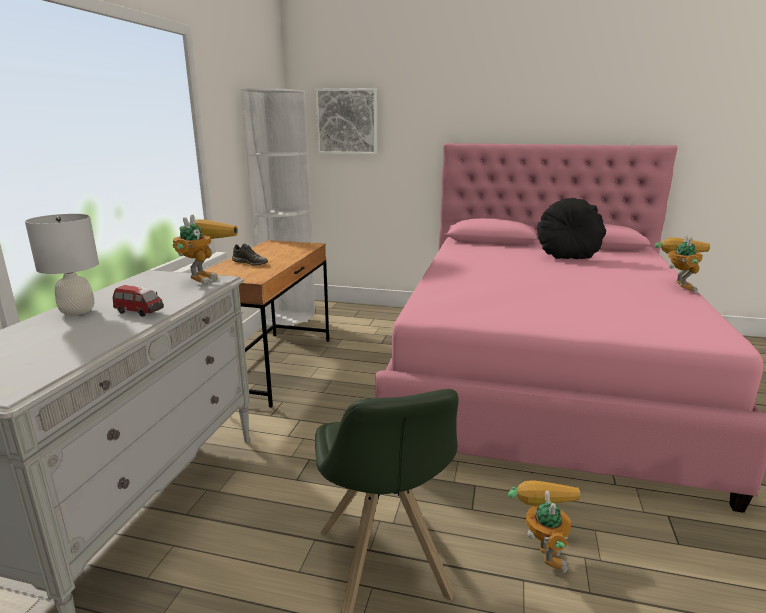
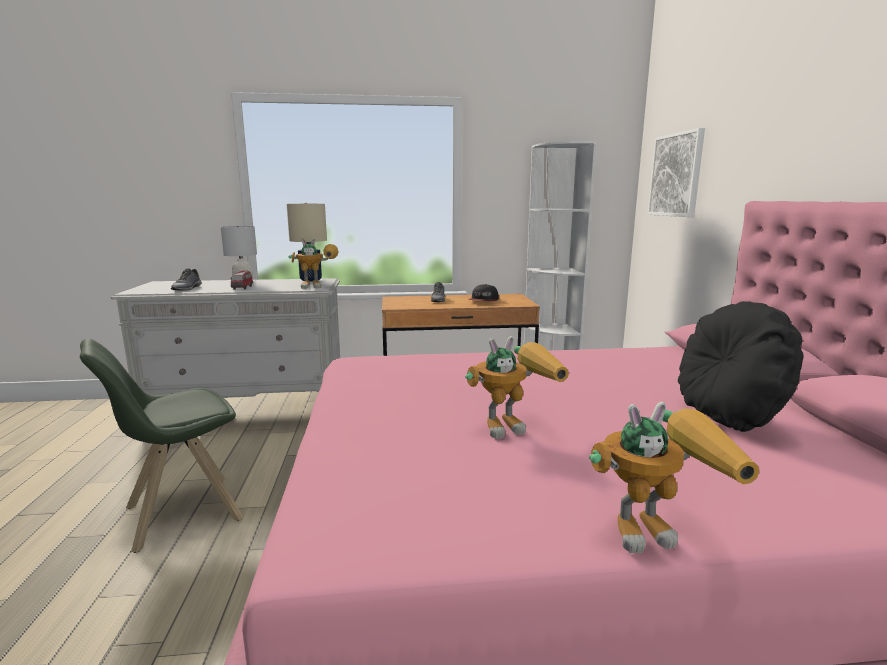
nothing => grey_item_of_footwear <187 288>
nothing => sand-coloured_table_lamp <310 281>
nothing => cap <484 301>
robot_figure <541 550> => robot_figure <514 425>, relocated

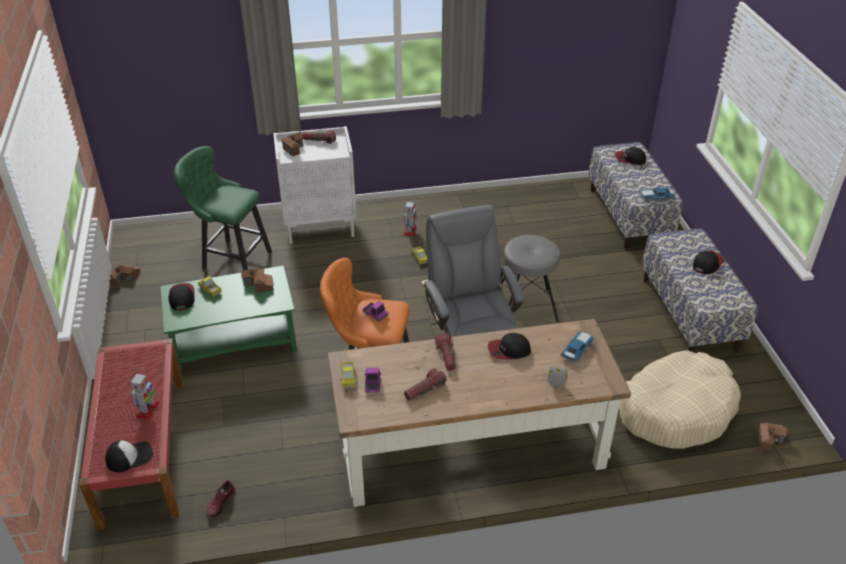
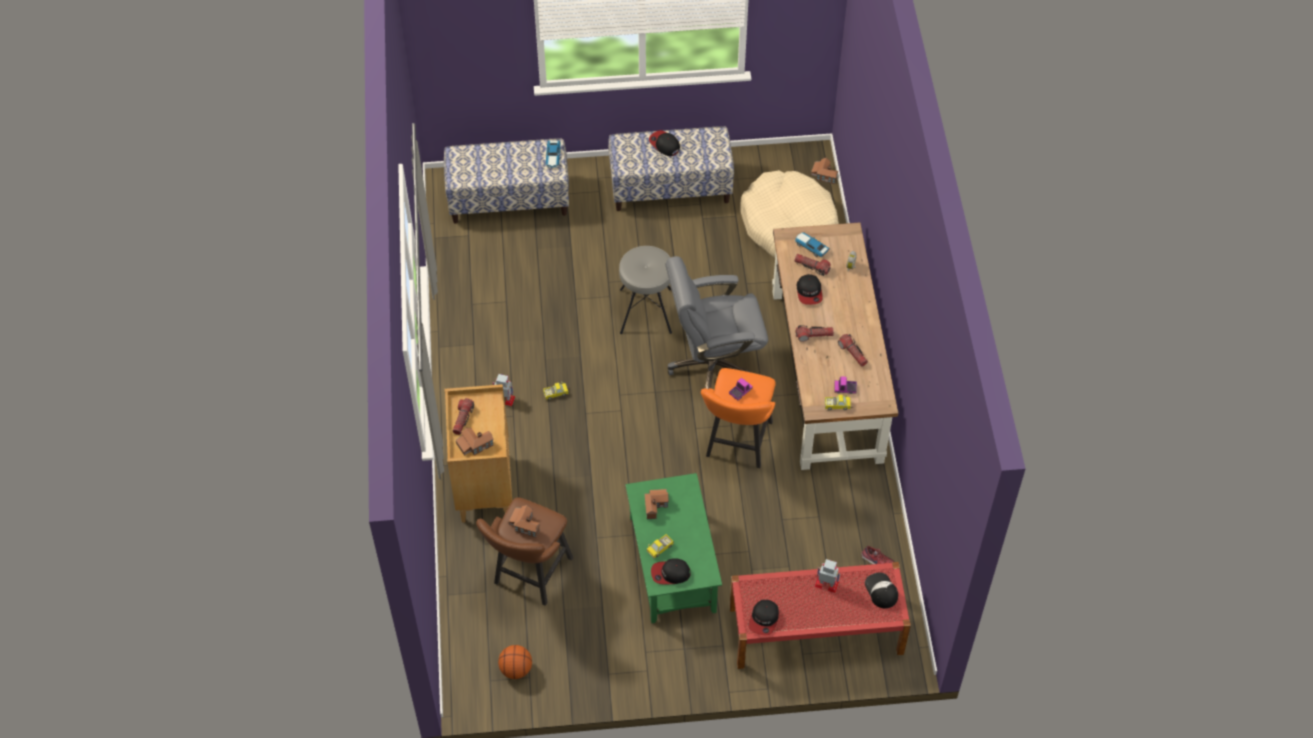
nothing => basketball_ball <516 669>
nothing => hand_torch <812 267>
miniature_house <125 278> => miniature_house <525 524>, relocated
cap <630 159> => cap <764 619>, relocated
green-coloured_sitting_stool <230 258> => brown_sitting_stool <529 578>
white-coloured_cupboard <320 228> => brown_cupboard <484 487>

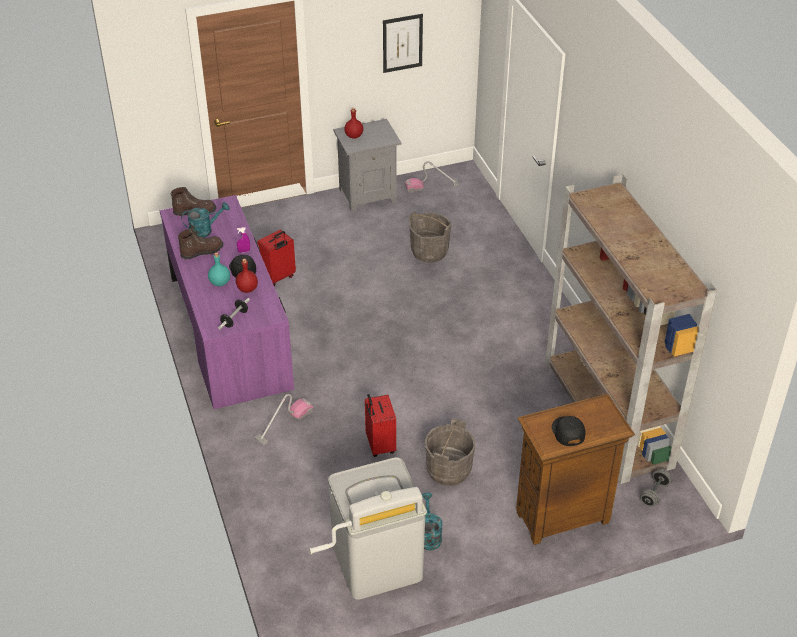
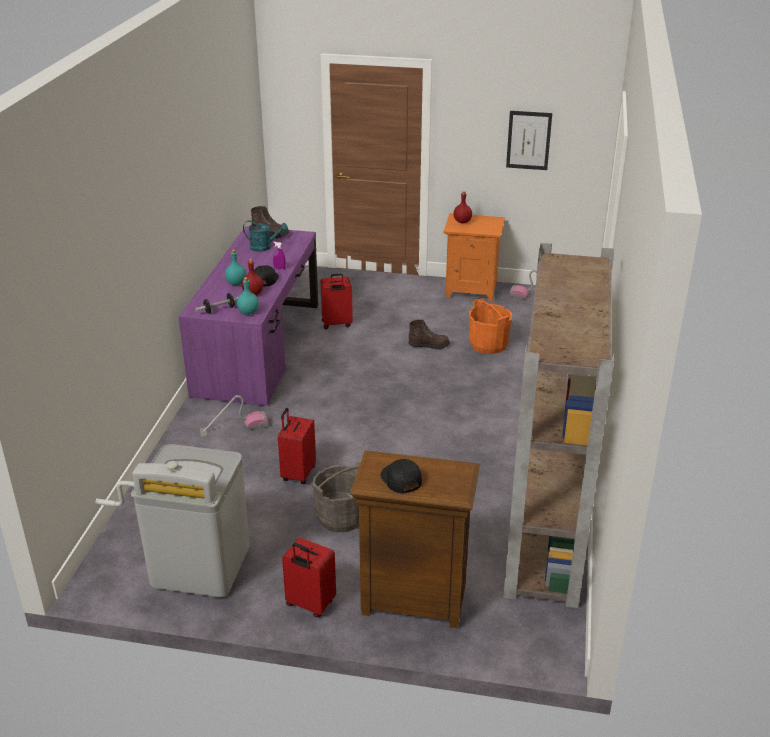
turquoise-coloured_watering_pot <428 535> => nothing
grey_dumbbell <654 494> => nothing
nothing => turquoise-coloured_beverage_bottle <248 312>
nothing => reddish_suitcase <309 604>
brown_high-top_boot <201 252> => brown_high-top_boot <429 345>, relocated
grey_bedside_table <369 196> => orange-coloured_bedside_table <471 290>
grey_pail <429 251> => orange-coloured_pail <488 344>
black_cap <567 432> => black_cap <400 479>, 45 degrees counterclockwise

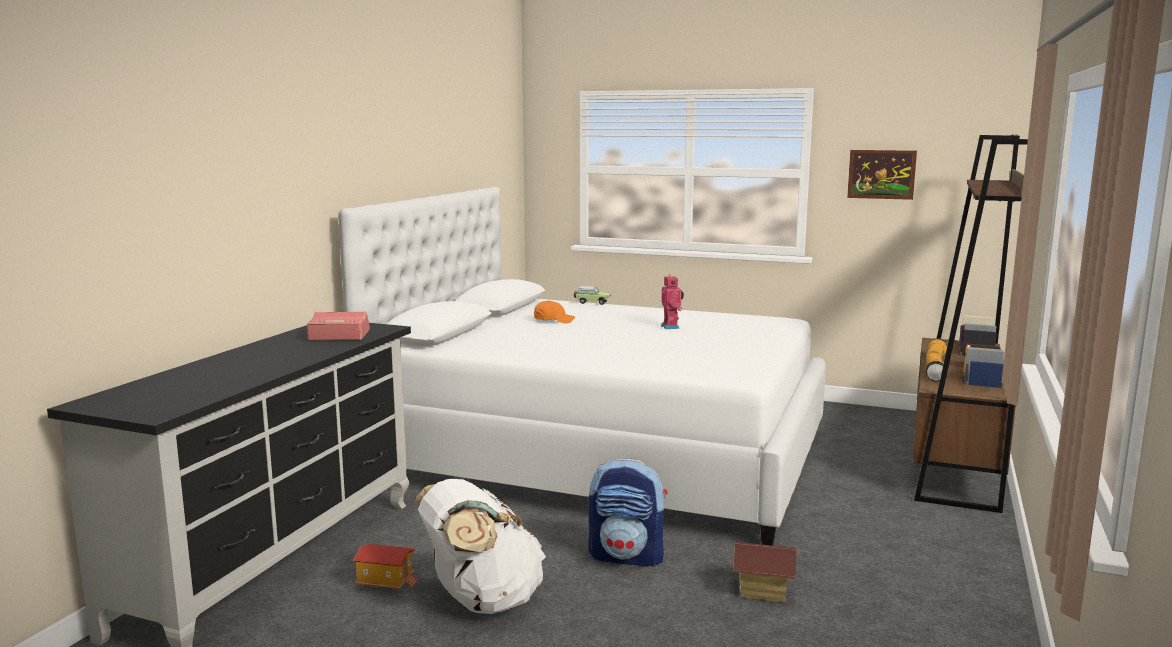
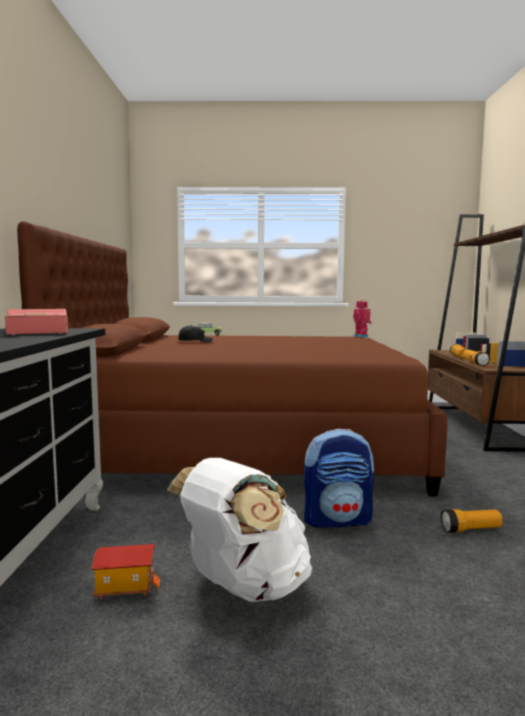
picture <881 174> => nothing
robot_figure <671 327> => robot_figure <361 336>, relocated
miniature_house <763 591> => hand_torch <471 530>
white-coloured_bedroom_bed <602 453> => brown_bedroom_bed <243 446>
orange-coloured_cap <553 320> => black_cap <195 342>

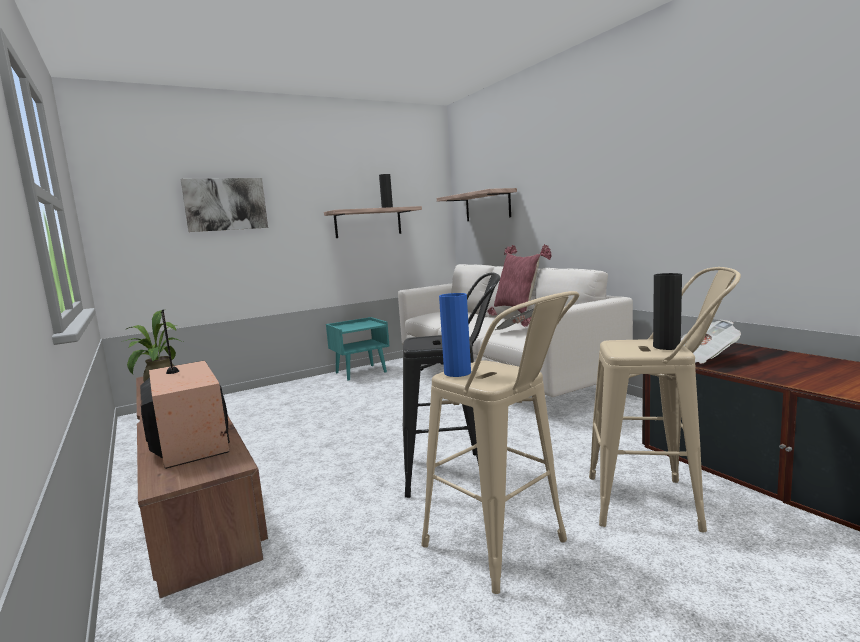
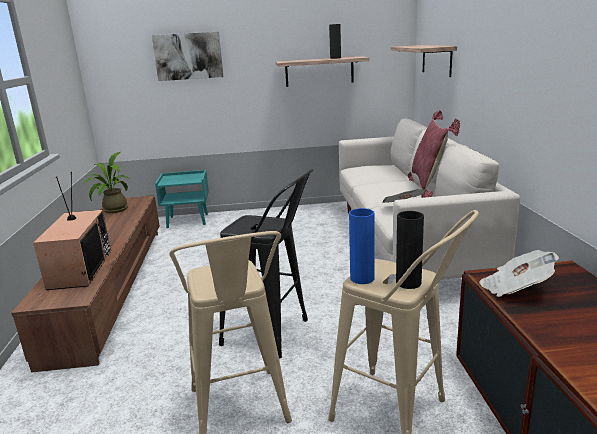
turquoise-coloured_bedside_table <361 372> => turquoise-coloured_bedside_table <188 220>, relocated
blue-coloured_decorative_vase <457 373> => blue-coloured_decorative_vase <362 278>, relocated

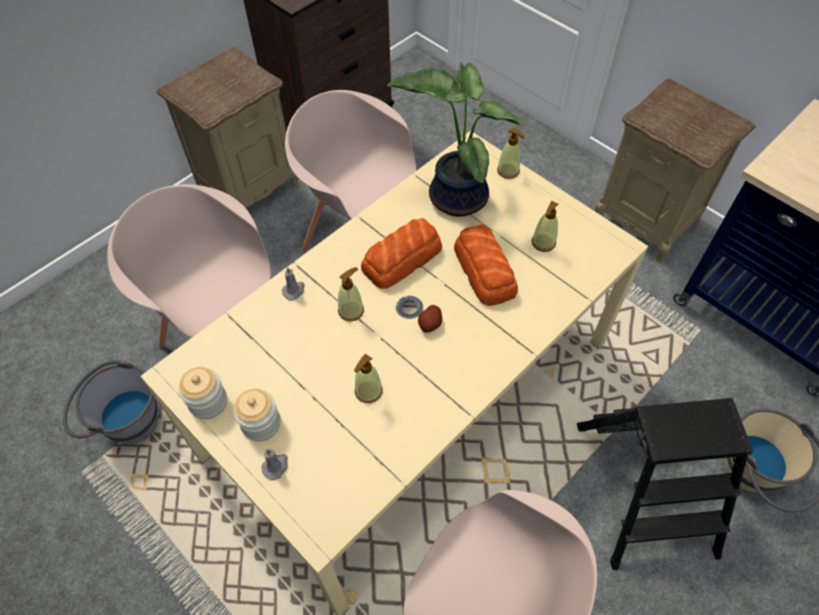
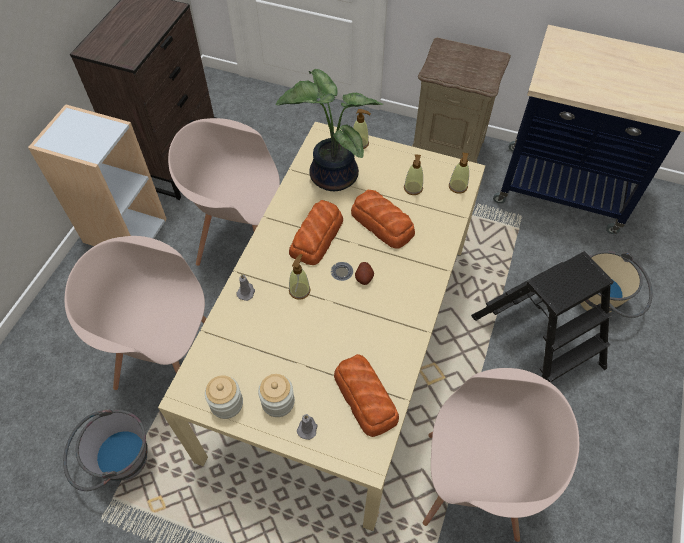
nothing => bread <365 398>
liquid_soap_bottle <368 391> => liquid_soap_bottle <458 186>, relocated
sand-coloured_bedside_table <250 189> => bookcase <124 230>

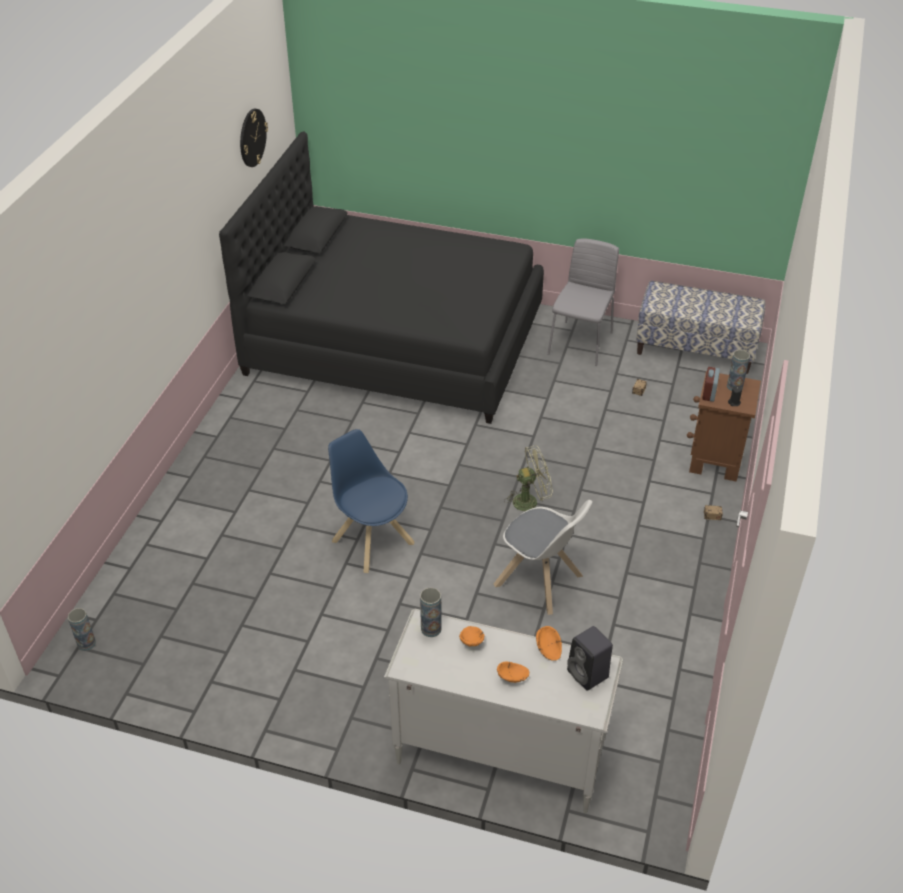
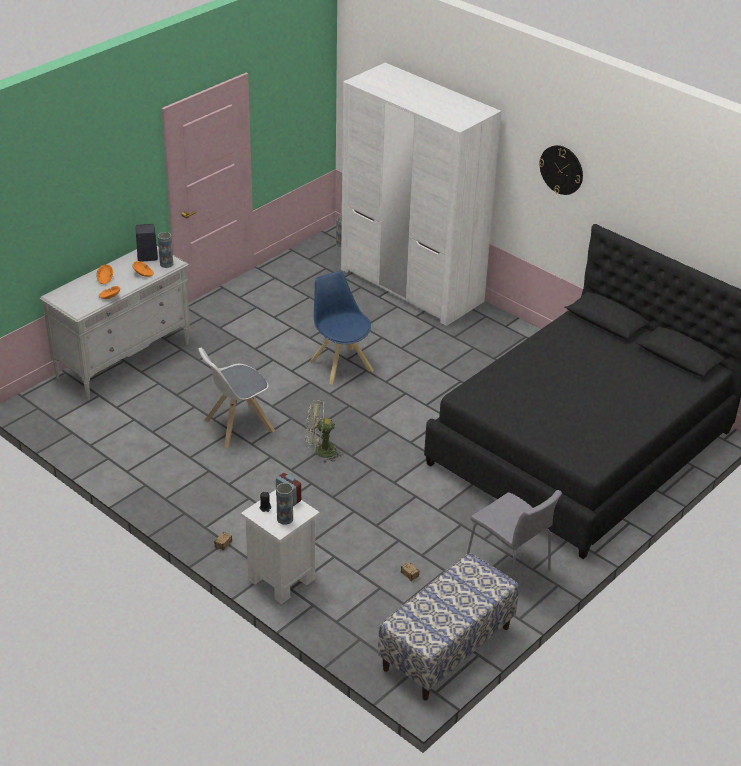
nothing => white-coloured_wardrobe <411 286>
wall_clock <252 137> => wall_clock <561 169>, relocated
black_audio_speaker <589 675> => black_audio_speaker <146 256>, relocated
brown_bedside_table <714 461> => white-coloured_bedside_table <282 578>
blue-coloured_upright_chair <371 540> => blue-coloured_upright_chair <340 365>, 105 degrees counterclockwise
green-coloured_electric_fan <530 501> => green-coloured_electric_fan <320 451>, 75 degrees clockwise

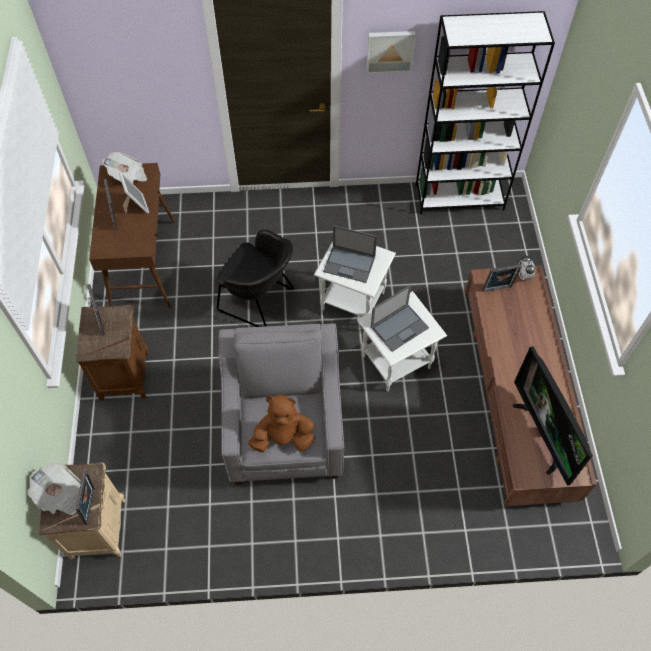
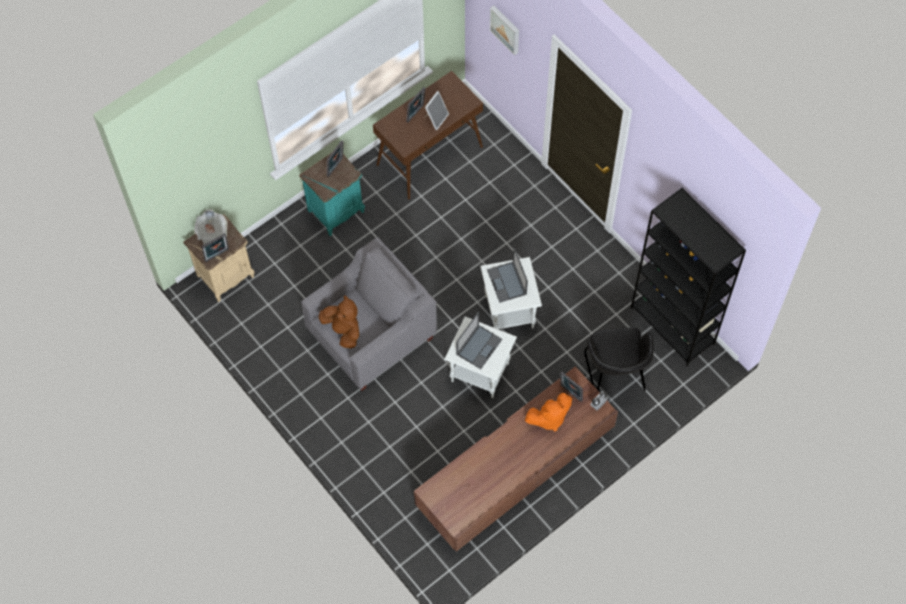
daily_paper <128 176> => nothing
television <543 434> => nothing
nothing => orange-coloured_plush_toy <549 418>
black_lounge_chair <259 301> => black_lounge_chair <615 375>, relocated
picture <390 50> => picture <506 29>, relocated
brown_bedside_table <126 375> => turquoise-coloured_bedside_table <336 212>
white-coloured_bookcase <459 197> => black_bookcase <673 326>
laptop <400 327> => laptop <479 346>, 75 degrees counterclockwise

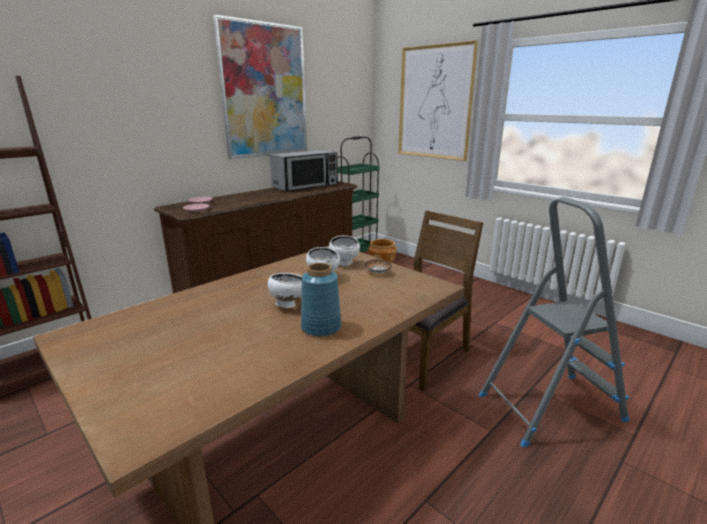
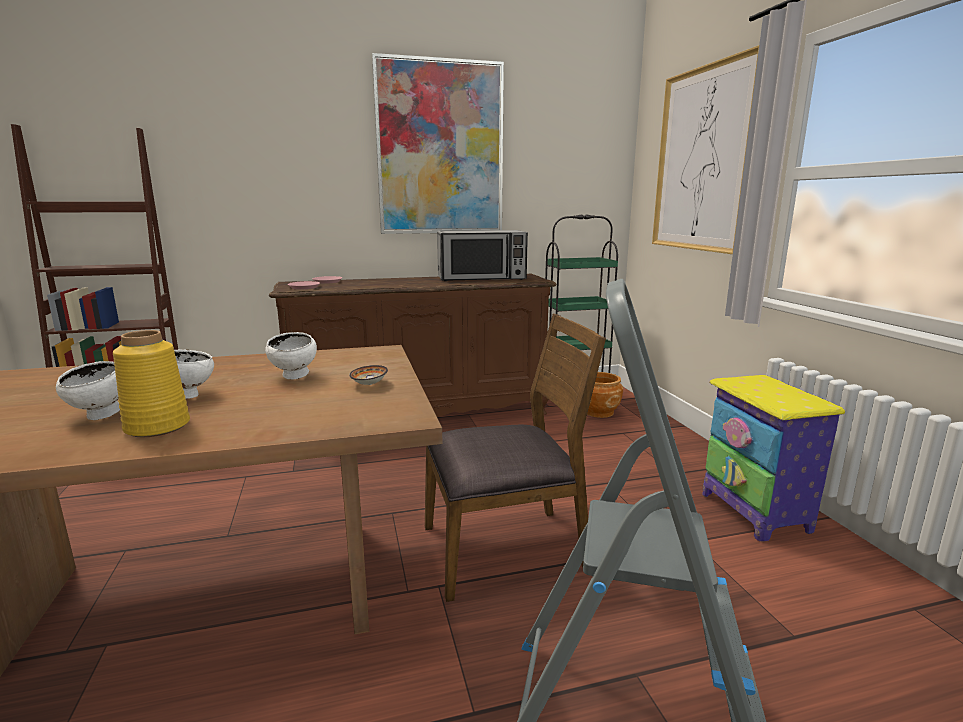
nothing => bedside_table <754 514>
white-coloured_bowl <345 264> => white-coloured_bowl <101 416>, relocated
blue-coloured_decorative_vase <321 327> => yellow_decorative_vase <158 426>

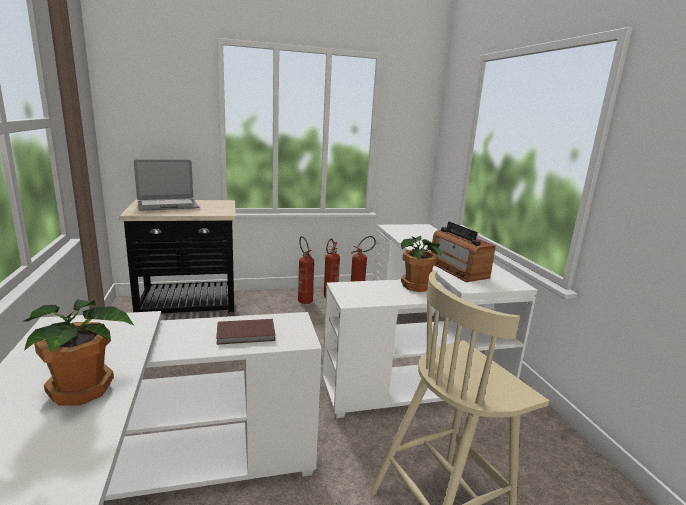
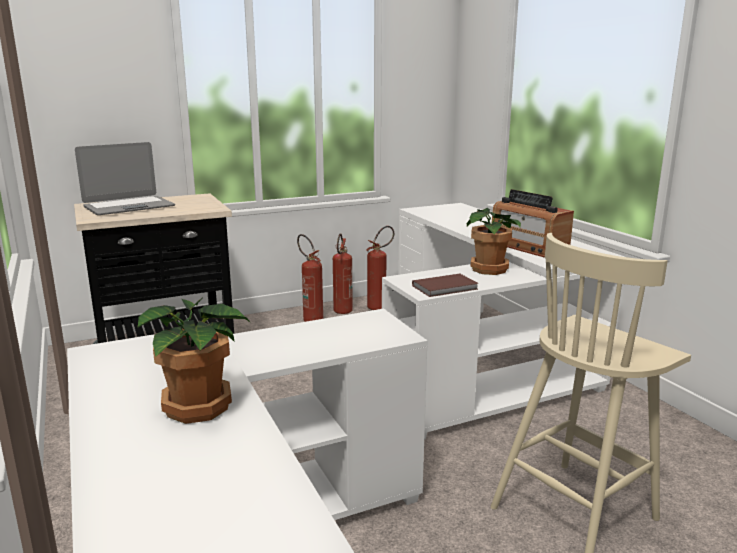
brown_book <246 334> => brown_book <446 288>, relocated

